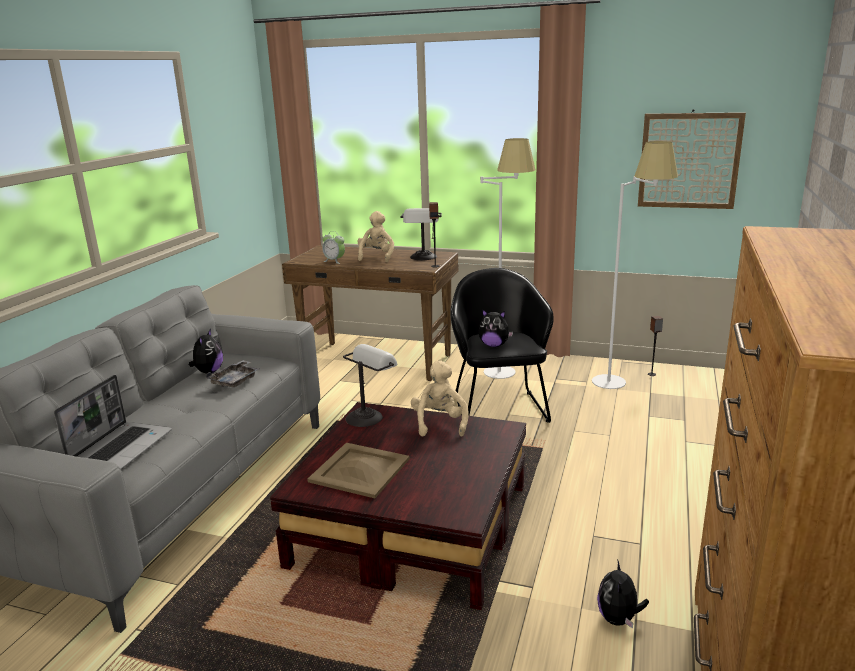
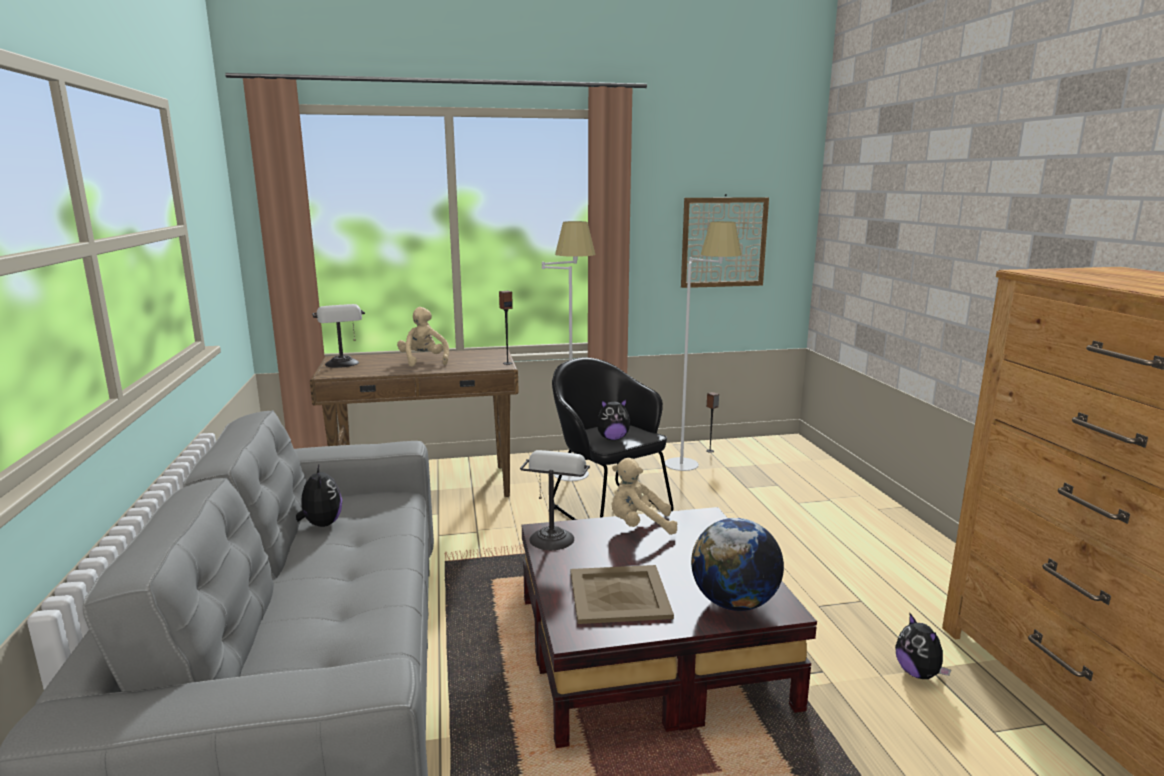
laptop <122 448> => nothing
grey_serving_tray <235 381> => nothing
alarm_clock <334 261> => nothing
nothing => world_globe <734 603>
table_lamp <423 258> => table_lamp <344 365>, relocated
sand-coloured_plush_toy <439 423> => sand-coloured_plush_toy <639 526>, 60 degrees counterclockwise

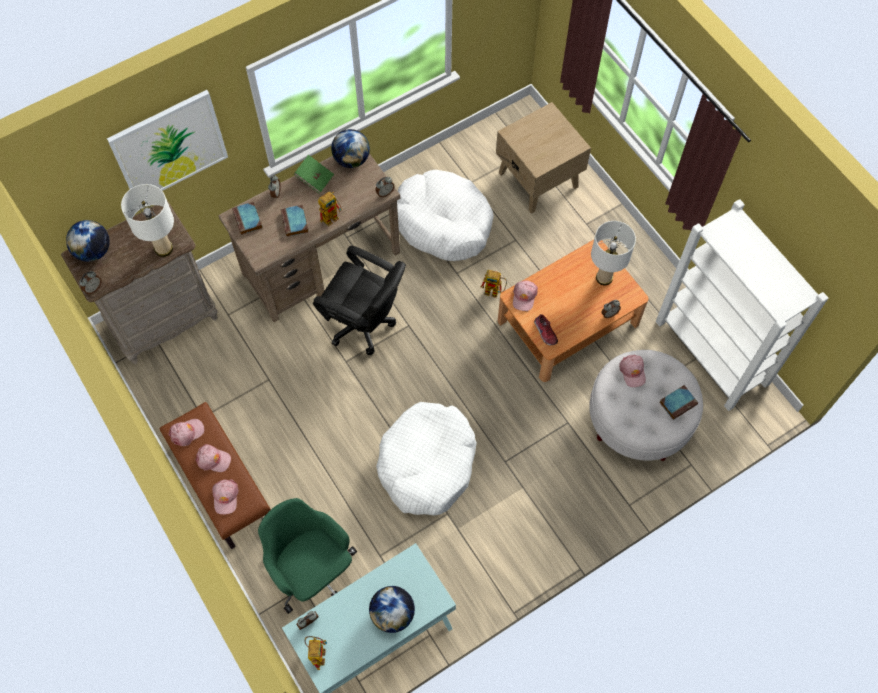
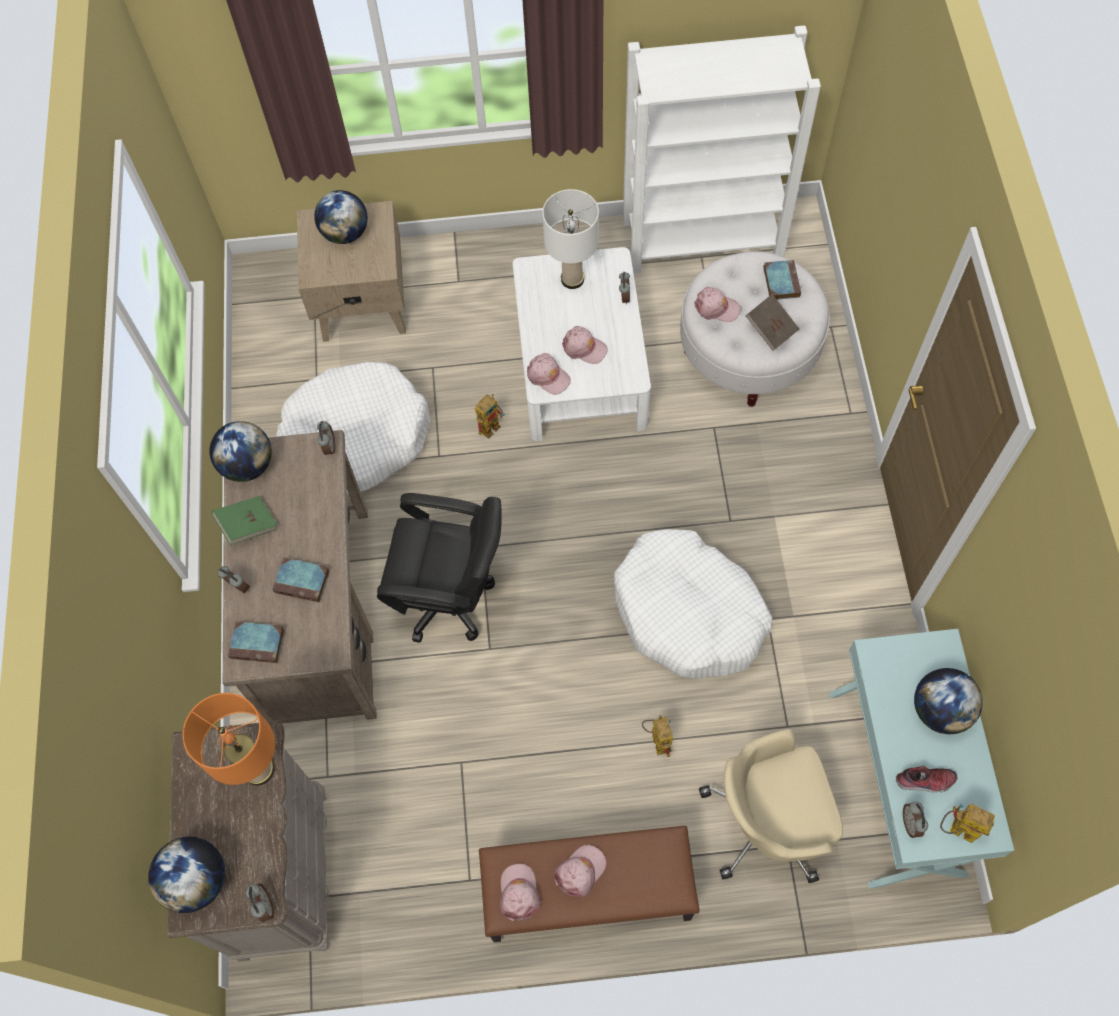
picture <169 146> => nothing
nothing => world_globe <345 233>
nothing => brown_book <771 329>
pinkish_cap <225 497> => pinkish_cap <584 348>, relocated
robot_figure <332 216> => robot_figure <657 739>, relocated
item_of_footwear <545 332> => item_of_footwear <925 782>, relocated
white-coloured_table_lamp <164 248> => orange-coloured_table_lamp <258 769>
green-coloured_desk_chair <312 569> => sand-coloured_desk_chair <768 822>
brown_coffee_table <568 321> => white-coloured_coffee_table <580 363>
black_desk_chair <365 327> => black_desk_chair <453 601>, 45 degrees clockwise

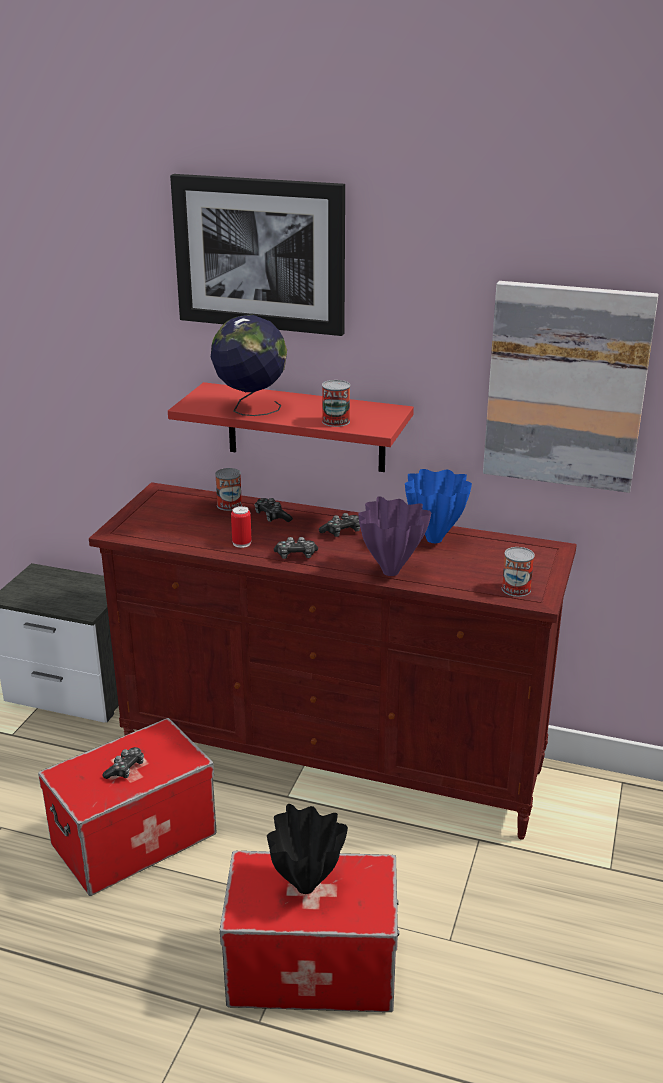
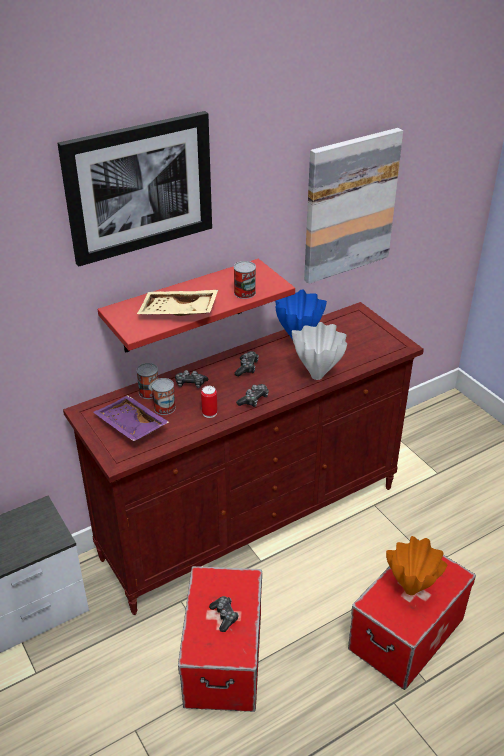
nothing => purplish_serving_tray <130 426>
metal_can <516 589> => metal_can <164 408>, relocated
world_globe <250 409> => sand-coloured_serving_tray <178 312>
black_decorative_vase <306 888> => orange-coloured_decorative_vase <411 590>
purplish_decorative_vase <391 572> => white-coloured_decorative_vase <318 376>

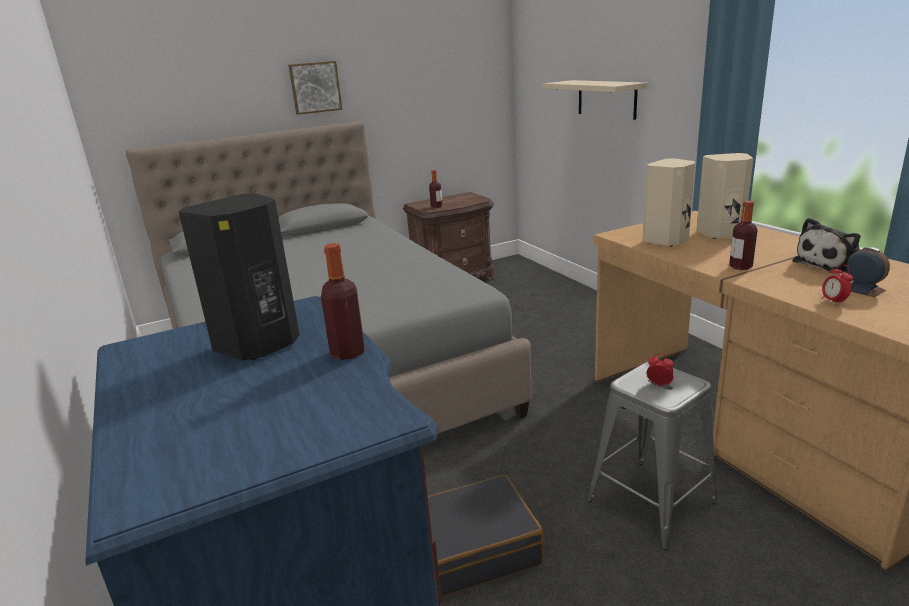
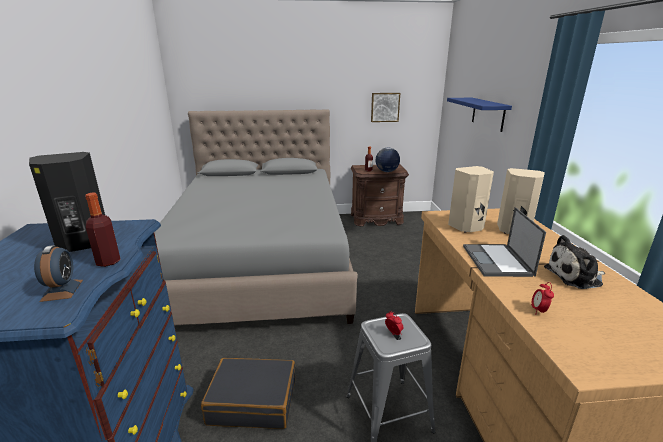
nothing => world_globe <386 171>
picture <315 87> => picture <385 107>, relocated
alarm_clock <863 289> => alarm_clock <62 290>, relocated
beverage_bottle <740 267> => laptop <497 261>
sand-coloured_shelf <606 99> => blue-coloured_shelf <488 114>

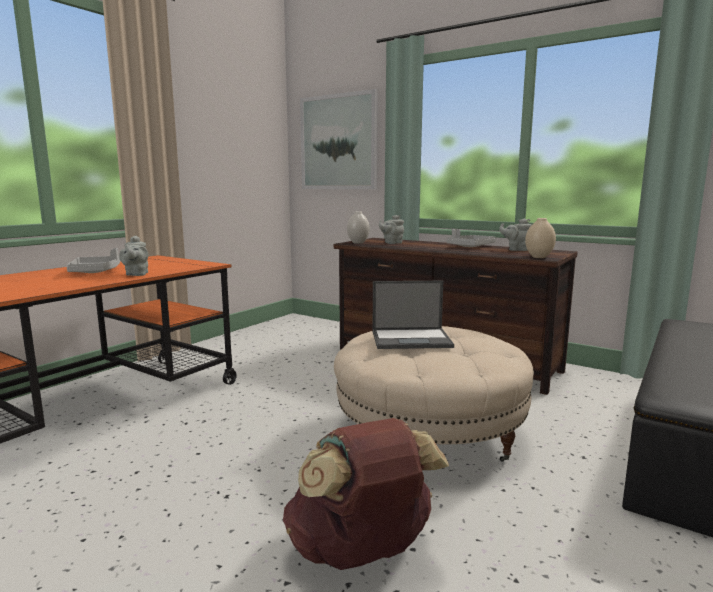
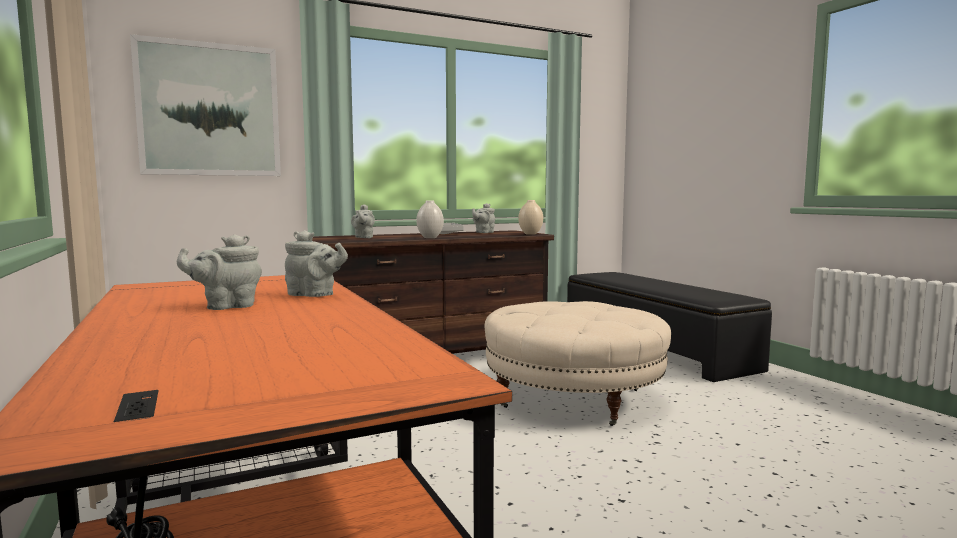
brown_knapsack <361 553> => nothing
laptop <412 339> => nothing
white-coloured_decorative_vase <358 243> => white-coloured_decorative_vase <430 237>, relocated
grey_serving_tray <96 272> => grey_teapot <227 306>

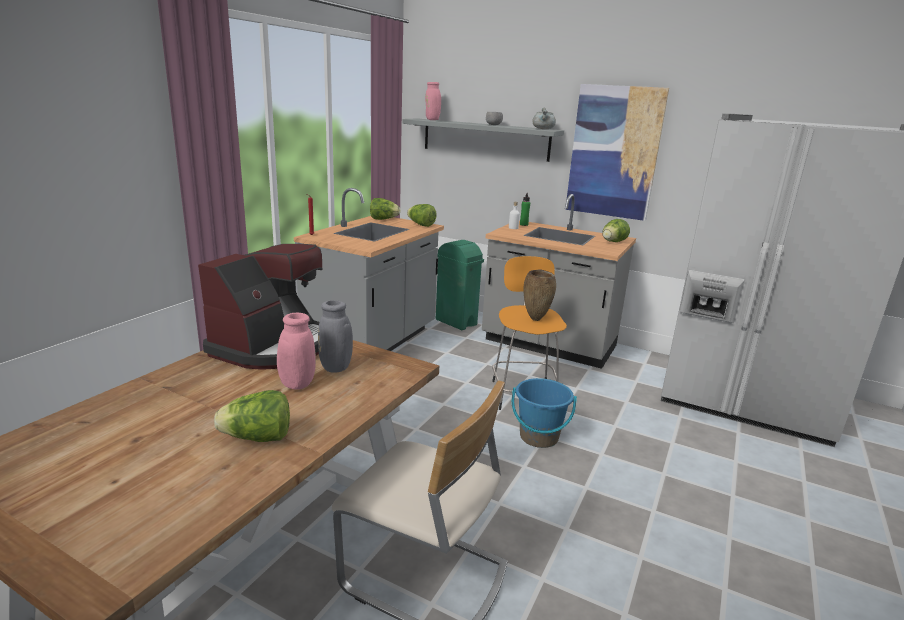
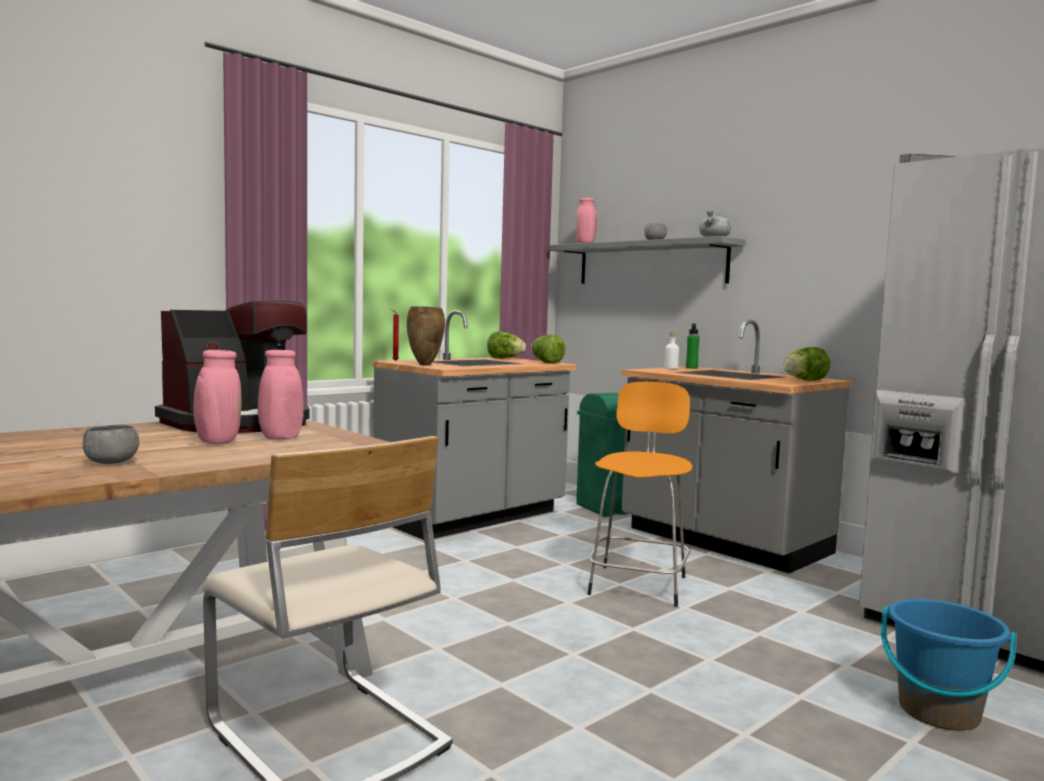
picture <614 152> => nothing
blue-coloured_pail <538 437> => blue-coloured_pail <938 712>, relocated
brown_decorative_vase <536 319> => brown_decorative_vase <425 365>, relocated
lettuce_head <258 438> => grey_bowl <111 463>
grey_decorative_vase <336 370> => pinkish_decorative_vase <279 439>

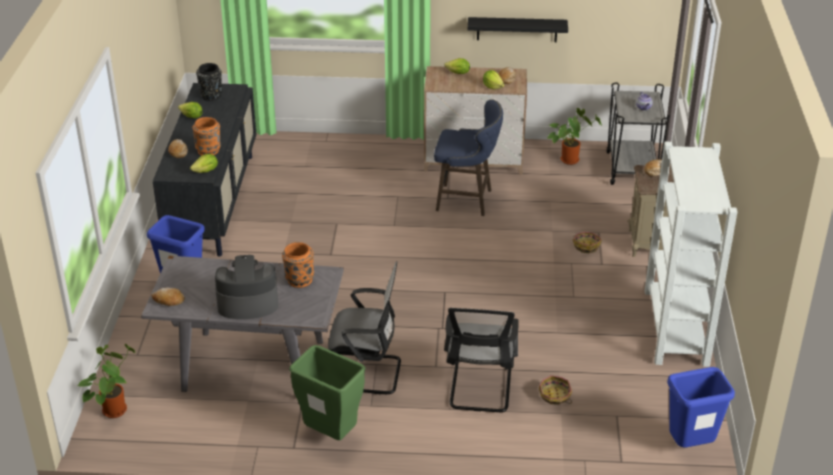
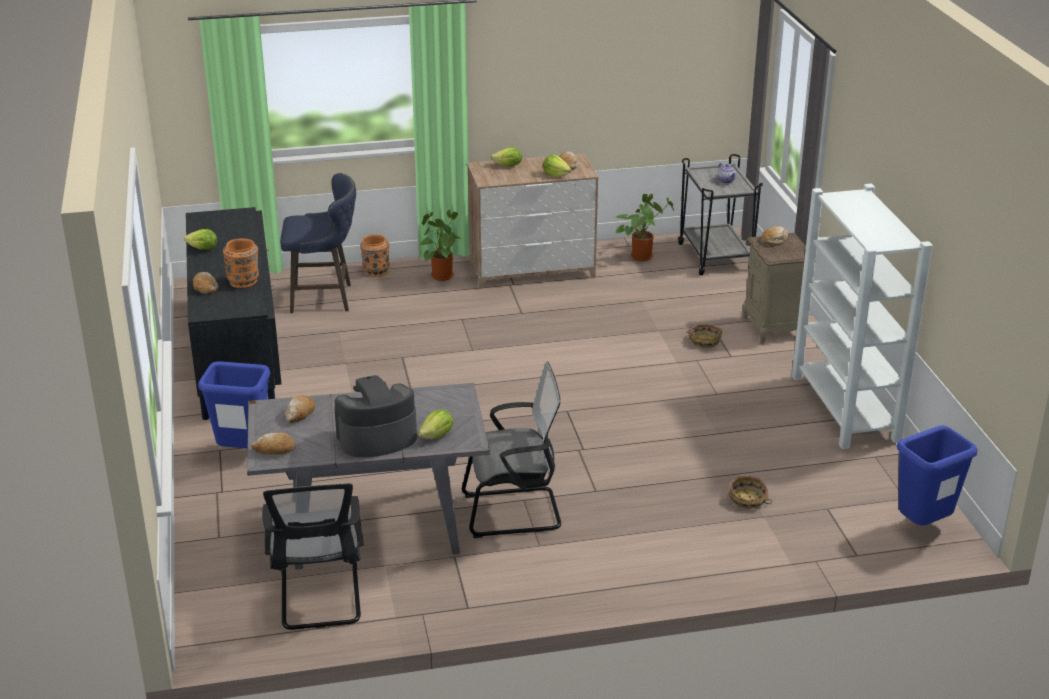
black_decorative_vase <211 95> => nothing
green-coloured_trash_can <331 435> => nothing
black_shelf <517 29> => nothing
nothing => bread <299 414>
houseplant <114 409> => houseplant <440 275>, relocated
lettuce_head <206 171> => lettuce_head <437 435>, relocated
orange-coloured_decorative_vase <299 280> => orange-coloured_decorative_vase <376 271>, relocated
blue-coloured_sitting_stool <467 200> => blue-coloured_sitting_stool <325 298>, relocated
upright_chair <479 388> => upright_chair <319 598>, relocated

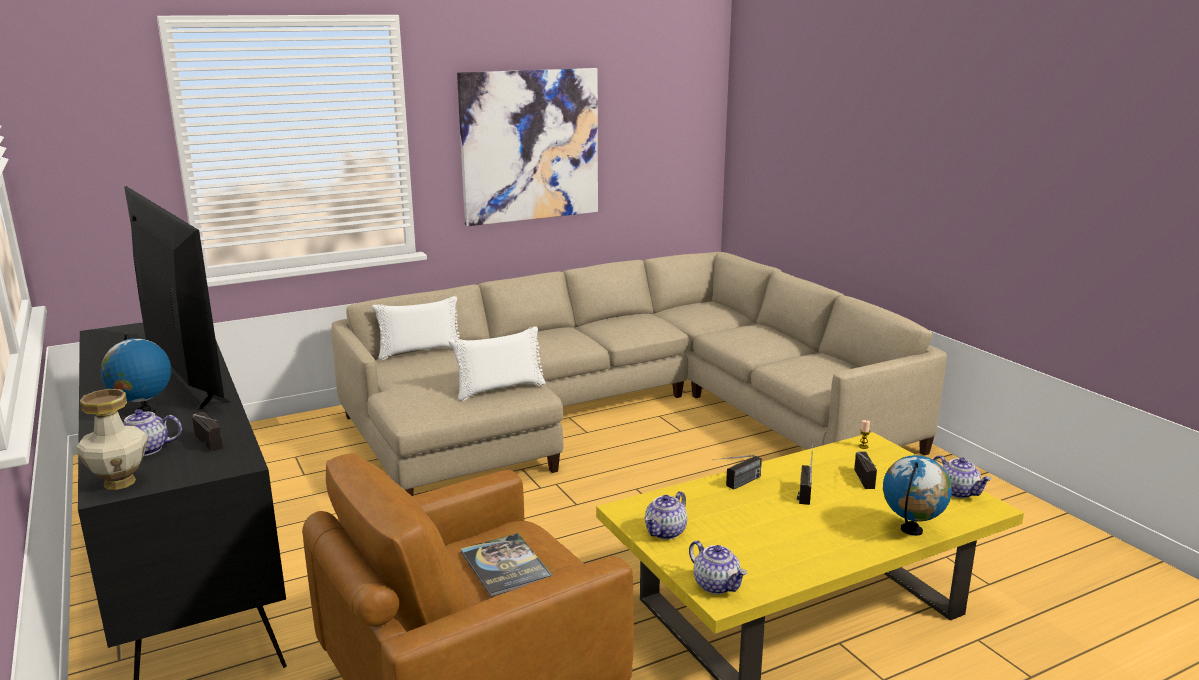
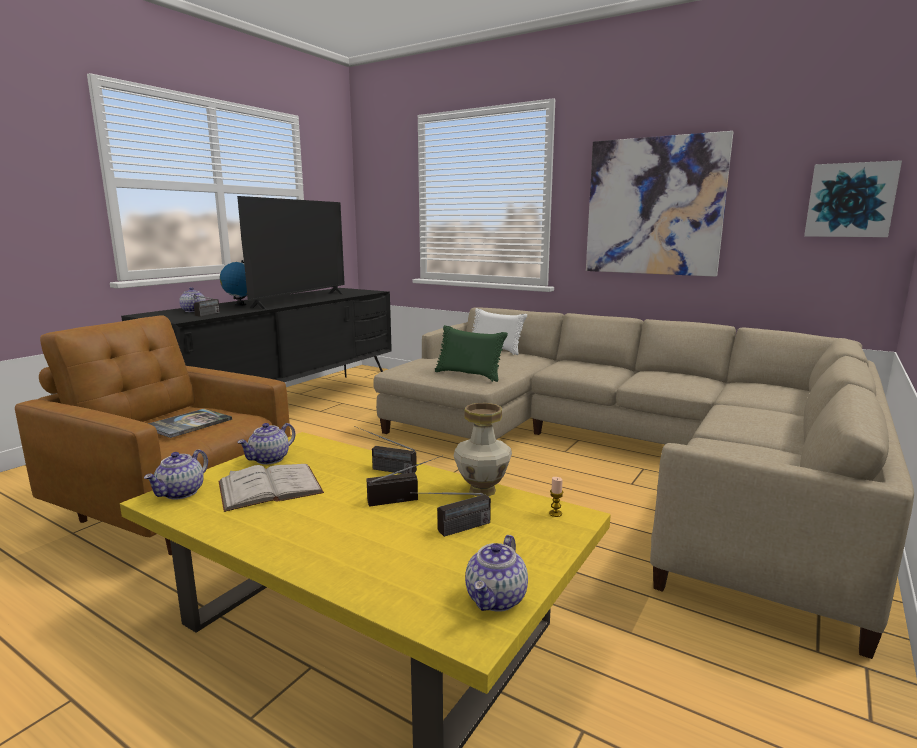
world_globe <911 530> => nothing
nothing => white-coloured_book <270 487>
nothing => picture <850 200>
decorative_vase <118 483> => decorative_vase <481 490>, relocated
white-coloured_throw_pillow <499 389> => green-coloured_throw_pillow <469 375>
teapot <666 532> => teapot <269 459>, 60 degrees counterclockwise

